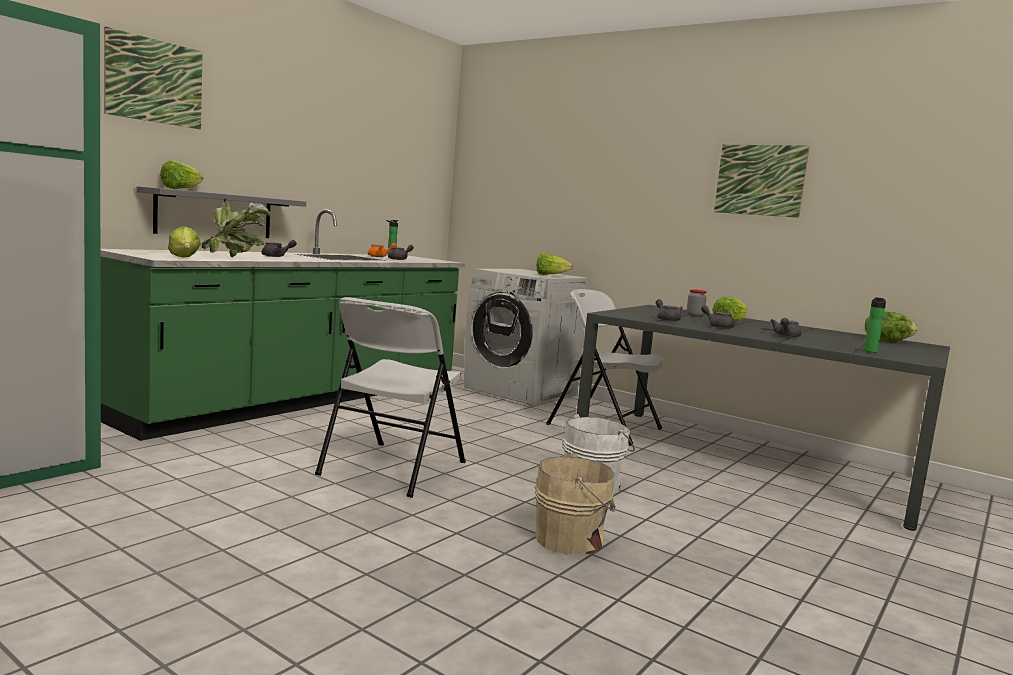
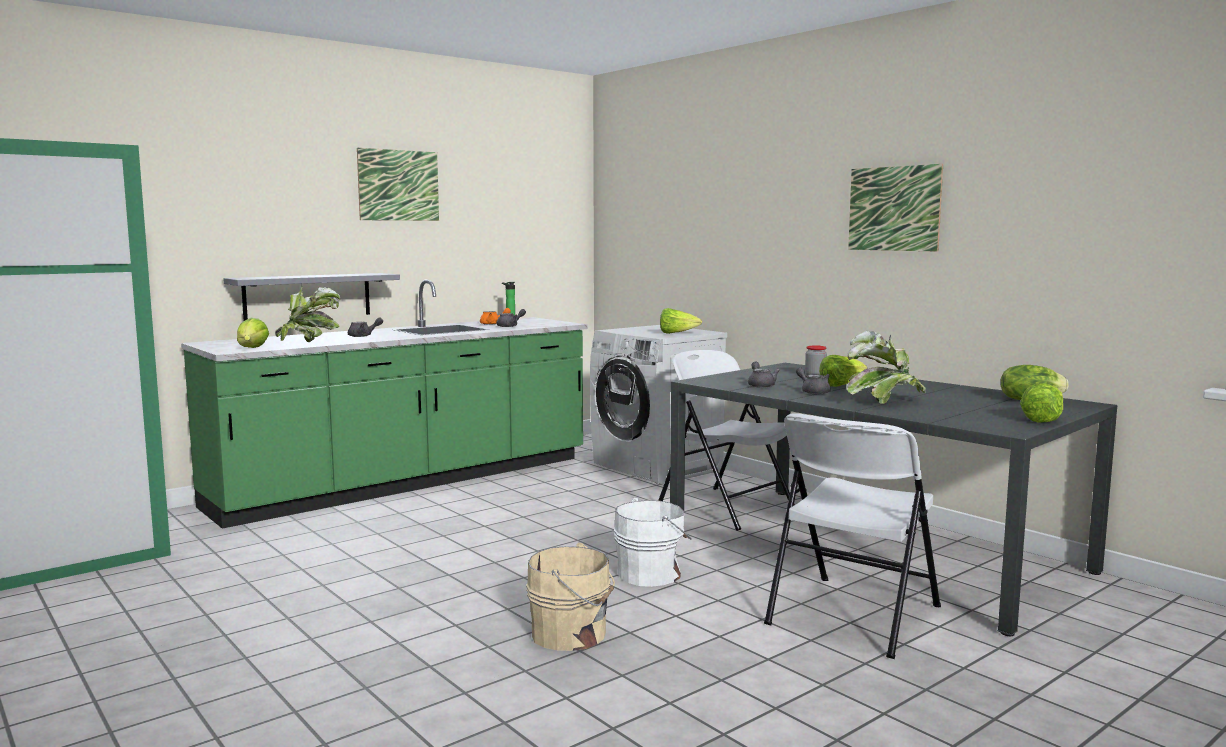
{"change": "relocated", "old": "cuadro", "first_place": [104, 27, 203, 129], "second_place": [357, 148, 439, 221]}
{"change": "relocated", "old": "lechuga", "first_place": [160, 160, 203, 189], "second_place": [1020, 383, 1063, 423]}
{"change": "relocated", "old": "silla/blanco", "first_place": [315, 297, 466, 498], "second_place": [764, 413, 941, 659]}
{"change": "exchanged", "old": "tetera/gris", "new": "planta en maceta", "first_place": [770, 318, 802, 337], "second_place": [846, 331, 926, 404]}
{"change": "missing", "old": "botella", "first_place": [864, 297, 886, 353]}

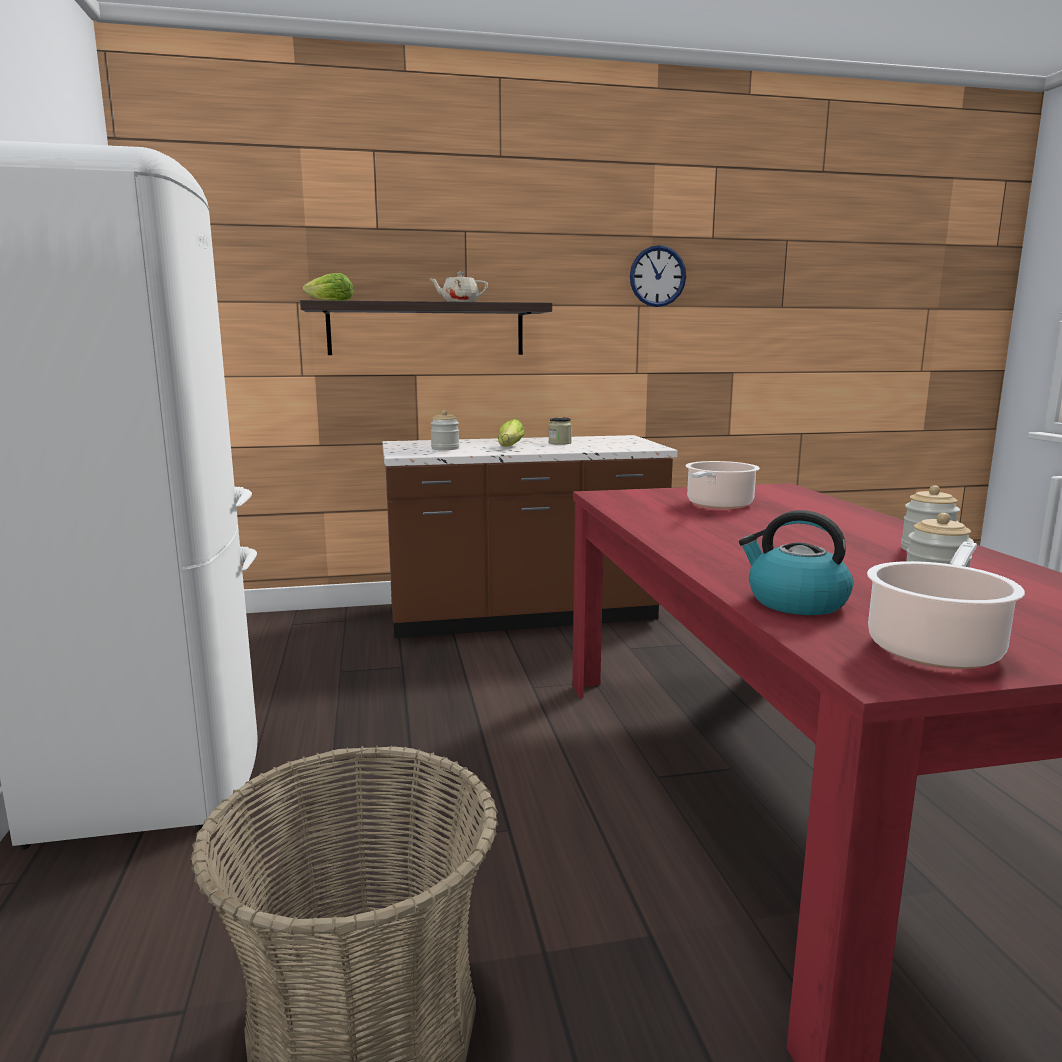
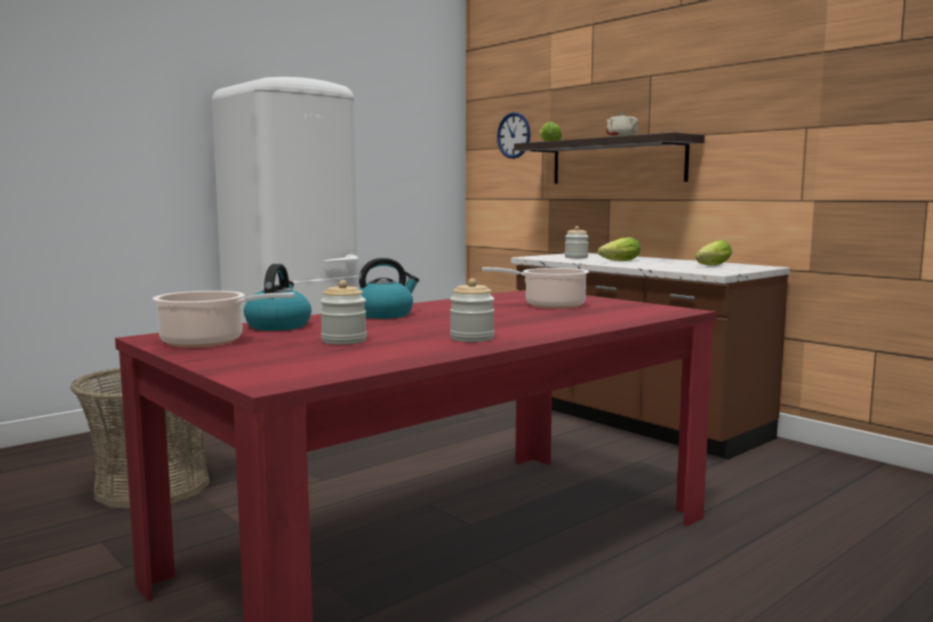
{"change": "missing", "old": "tarro", "first_place": [549, 417, 572, 445]}
{"change": "relocated", "old": "reloj de pared", "first_place": [630, 245, 686, 307], "second_place": [497, 112, 531, 159]}
{"change": "appeared", "new": "hervidor", "second_place": [359, 258, 419, 319]}
{"change": "appeared", "new": "lechuga", "second_place": [695, 240, 732, 266]}

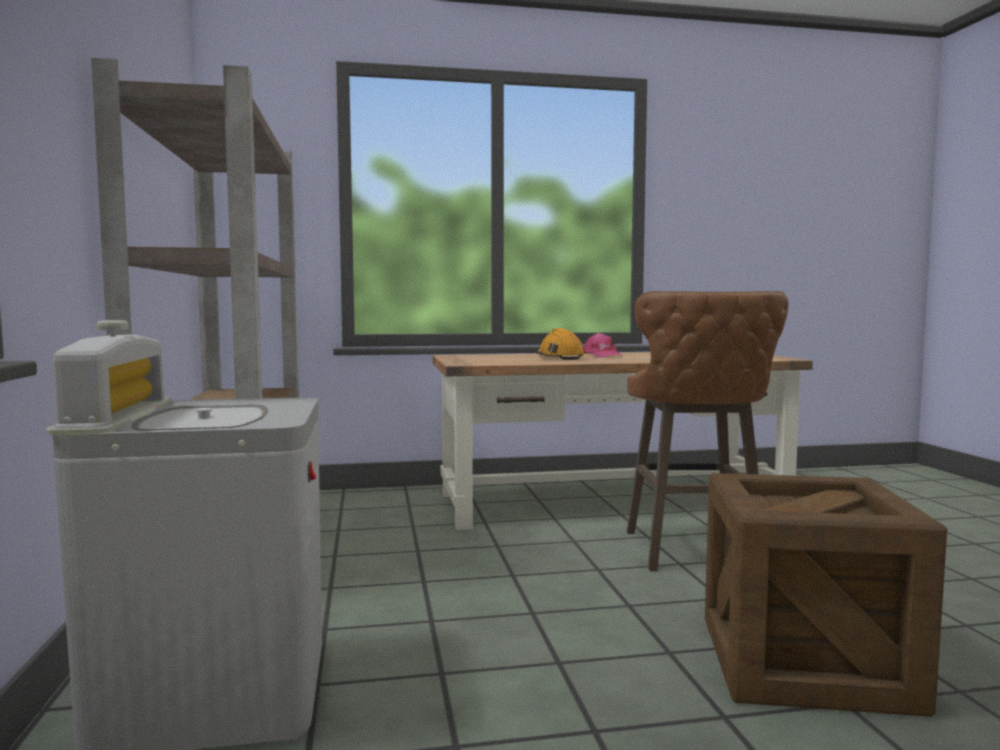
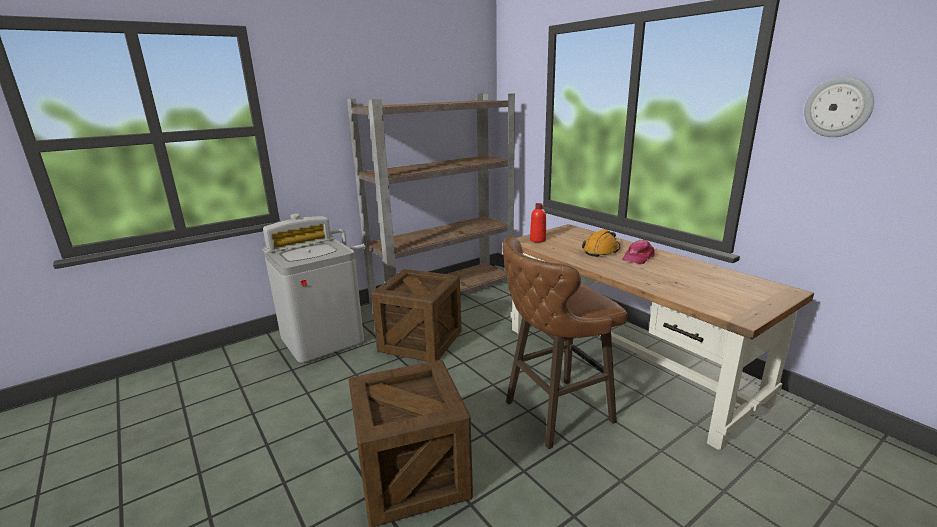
{"change": "appeared", "new": "caja de embalaje", "second_place": [371, 269, 462, 362]}
{"change": "appeared", "new": "botella/rojo", "second_place": [530, 203, 546, 243]}
{"change": "appeared", "new": "reloj de pared", "second_place": [804, 77, 874, 137]}

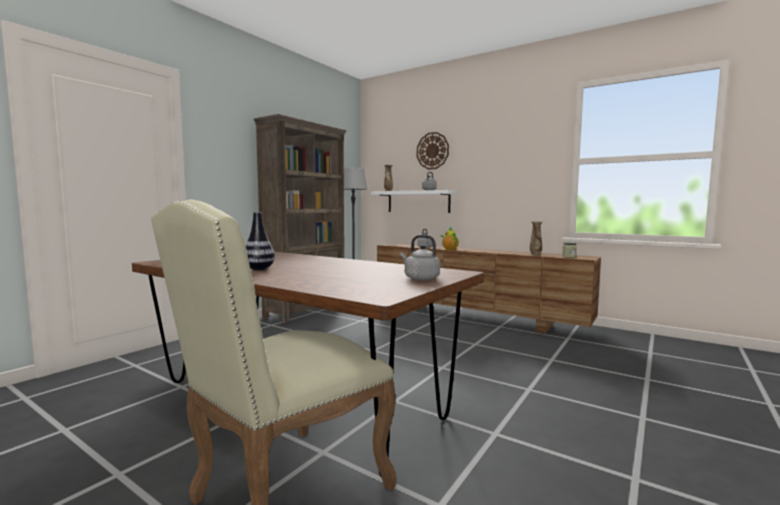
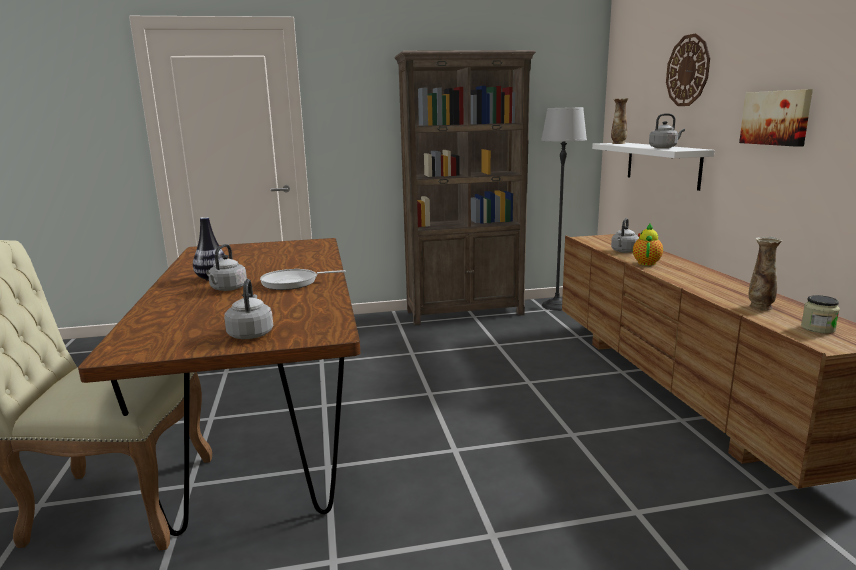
{"change": "appeared", "new": "hervidor/gris", "second_place": [206, 244, 247, 291]}
{"change": "appeared", "new": "sartén", "second_place": [260, 269, 346, 290]}
{"change": "appeared", "new": "cuadro", "second_place": [739, 89, 813, 147]}

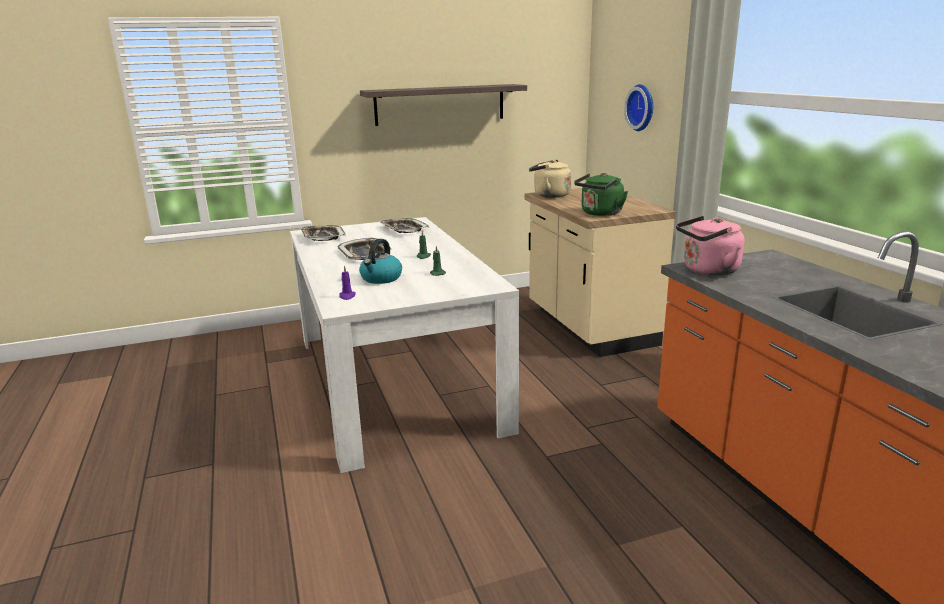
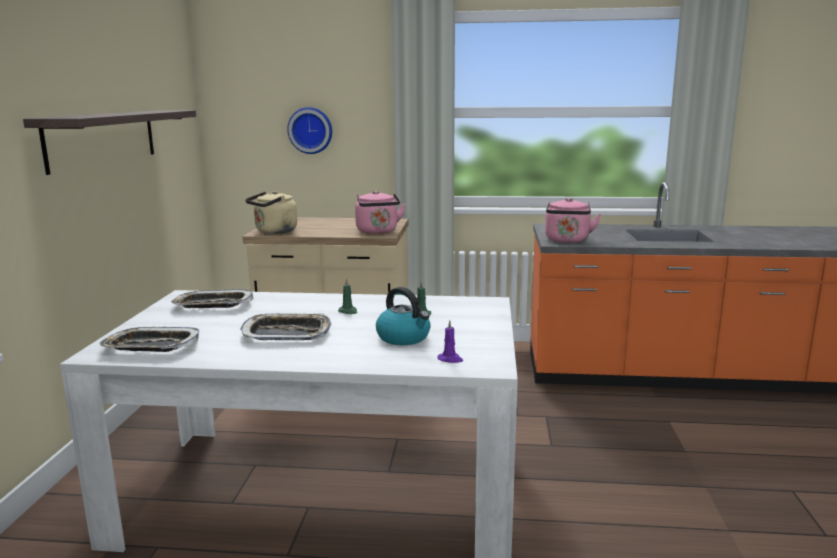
{"change": "colour", "old": "hervidor/verde", "new": "hervidor/rosa", "first_place": [574, 173, 628, 216], "second_place": [355, 191, 406, 234]}

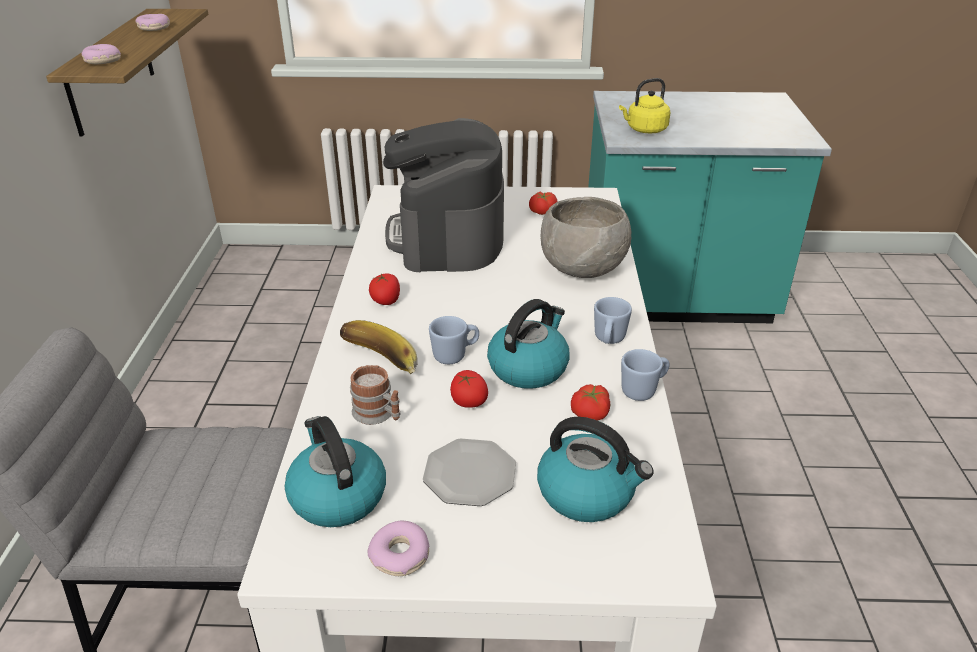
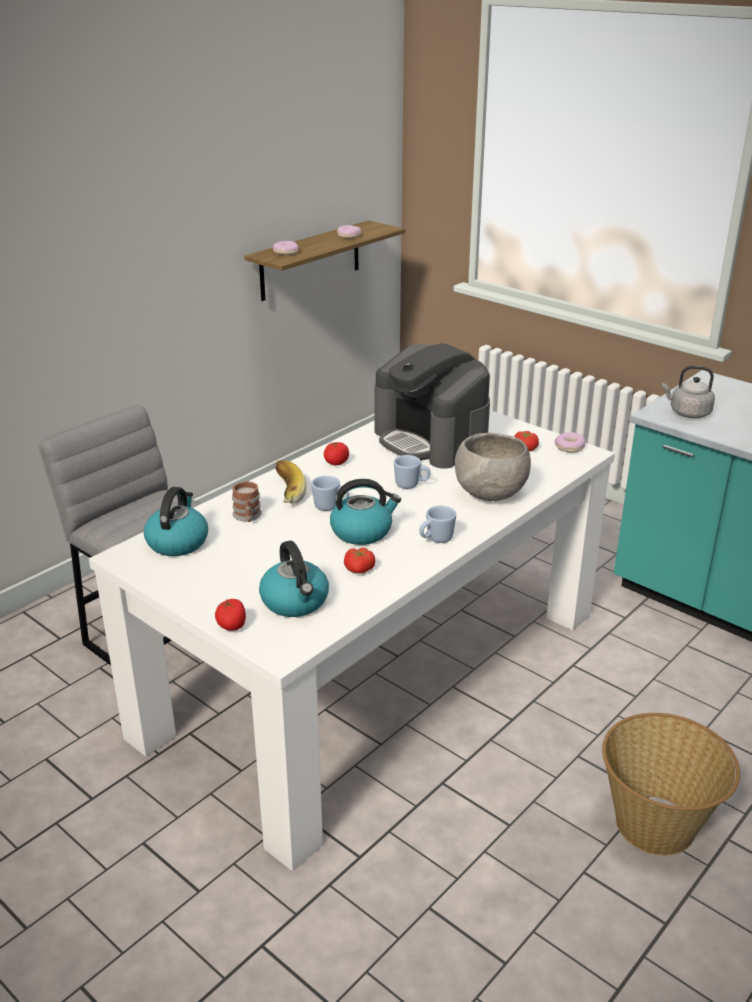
{"change": "relocated", "old": "rosquilla", "first_place": [368, 521, 430, 576], "second_place": [555, 432, 585, 453]}
{"change": "spun", "old": "cafetera", "first_place": [383, 118, 504, 272], "second_place": [374, 343, 490, 469], "degrees": -75}
{"change": "missing", "old": "plato", "first_place": [423, 438, 516, 506]}
{"change": "relocated", "old": "tomate", "first_place": [450, 370, 488, 408], "second_place": [215, 599, 246, 631]}
{"change": "colour", "old": "hervidor/amarillo", "new": "hervidor/gris", "first_place": [619, 78, 671, 133], "second_place": [662, 366, 715, 418]}
{"change": "relocated", "old": "taza grande/azul", "first_place": [621, 349, 670, 401], "second_place": [394, 455, 430, 489]}
{"change": "appeared", "new": "cesta", "second_place": [602, 713, 740, 856]}

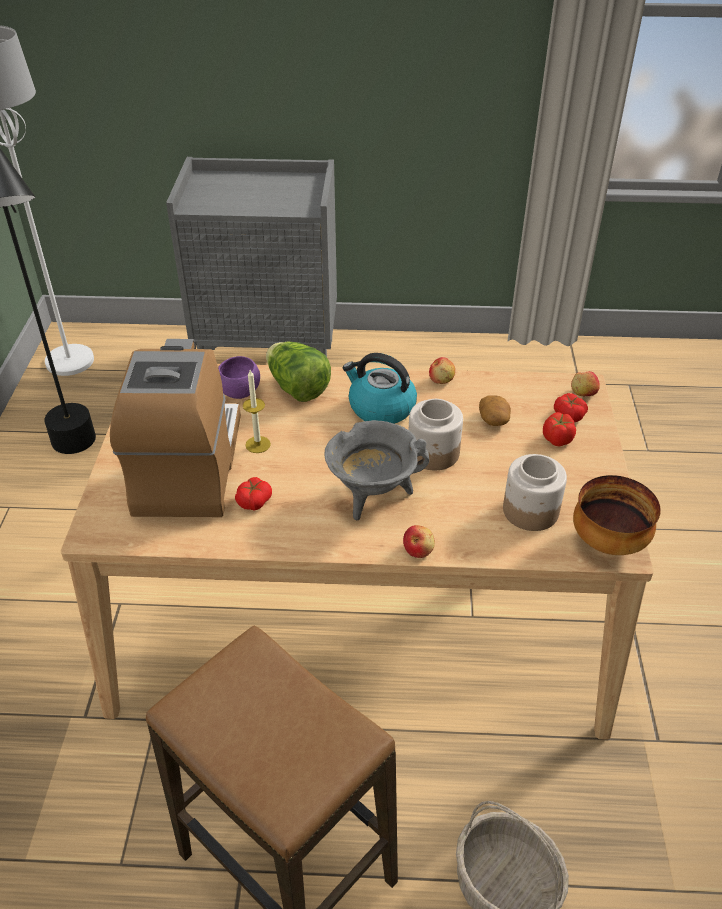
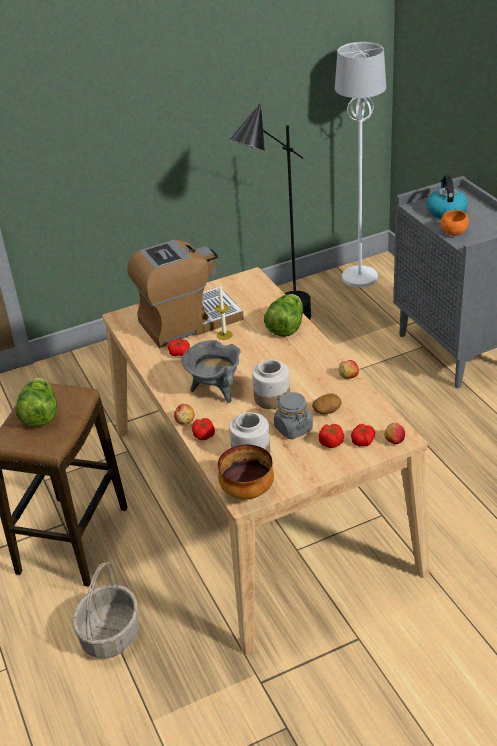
{"change": "missing", "old": "cuenco/morado", "first_place": [218, 356, 260, 399]}
{"change": "relocated", "old": "hervidor", "first_place": [343, 353, 417, 424], "second_place": [427, 175, 468, 219]}
{"change": "appeared", "new": "lechuga", "second_place": [16, 378, 57, 427]}
{"change": "appeared", "new": "tomate", "second_place": [192, 418, 215, 440]}
{"change": "appeared", "new": "tarro/gris", "second_place": [274, 392, 313, 439]}
{"change": "appeared", "new": "cuenco/naranja", "second_place": [440, 210, 469, 236]}

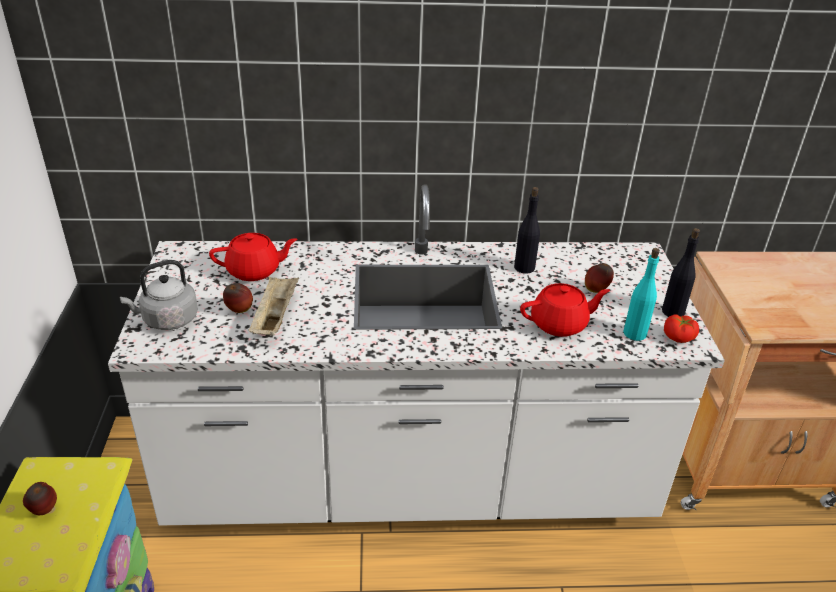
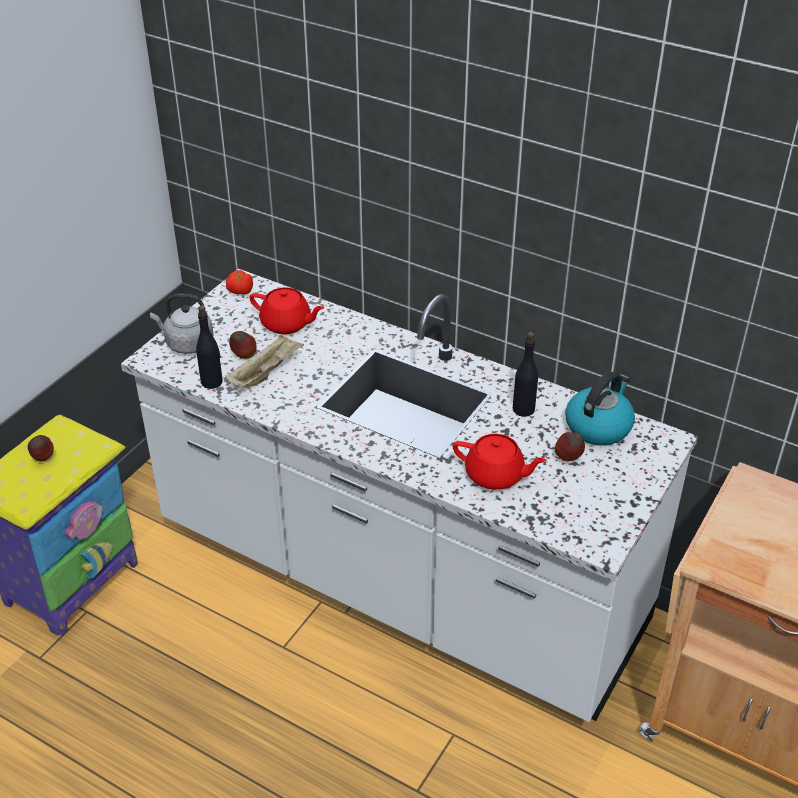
{"change": "missing", "old": "botella/turquesa", "first_place": [623, 248, 660, 341]}
{"change": "relocated", "old": "botella/negro", "first_place": [662, 228, 700, 317], "second_place": [196, 305, 223, 389]}
{"change": "relocated", "old": "tomate", "first_place": [664, 314, 699, 343], "second_place": [226, 270, 253, 295]}
{"change": "appeared", "new": "hervidor", "second_place": [565, 372, 635, 446]}

